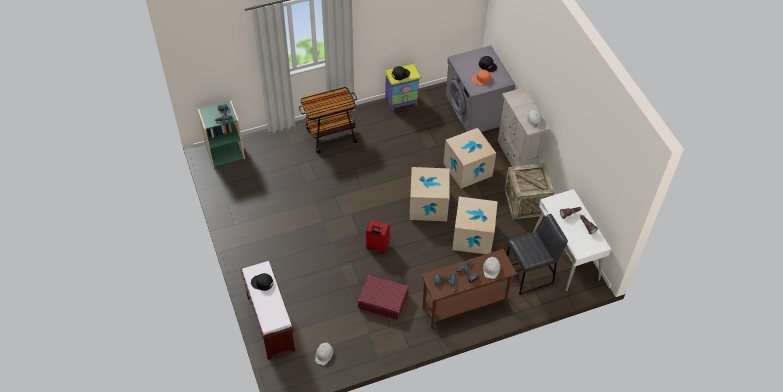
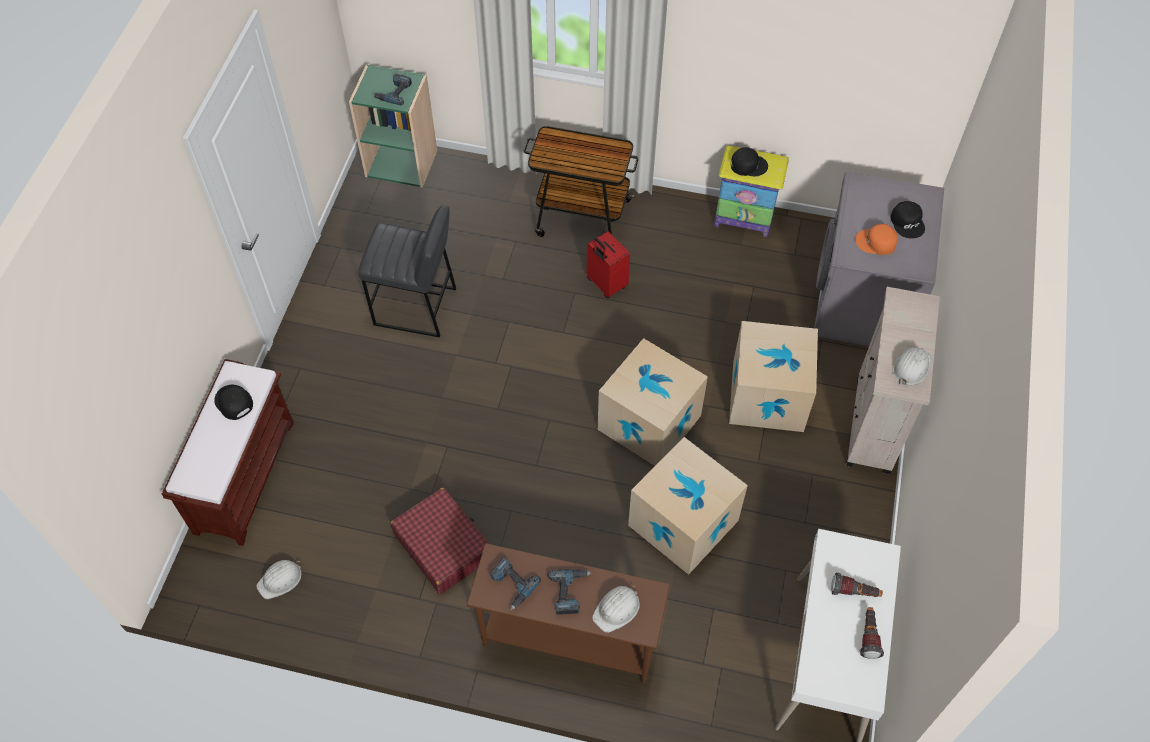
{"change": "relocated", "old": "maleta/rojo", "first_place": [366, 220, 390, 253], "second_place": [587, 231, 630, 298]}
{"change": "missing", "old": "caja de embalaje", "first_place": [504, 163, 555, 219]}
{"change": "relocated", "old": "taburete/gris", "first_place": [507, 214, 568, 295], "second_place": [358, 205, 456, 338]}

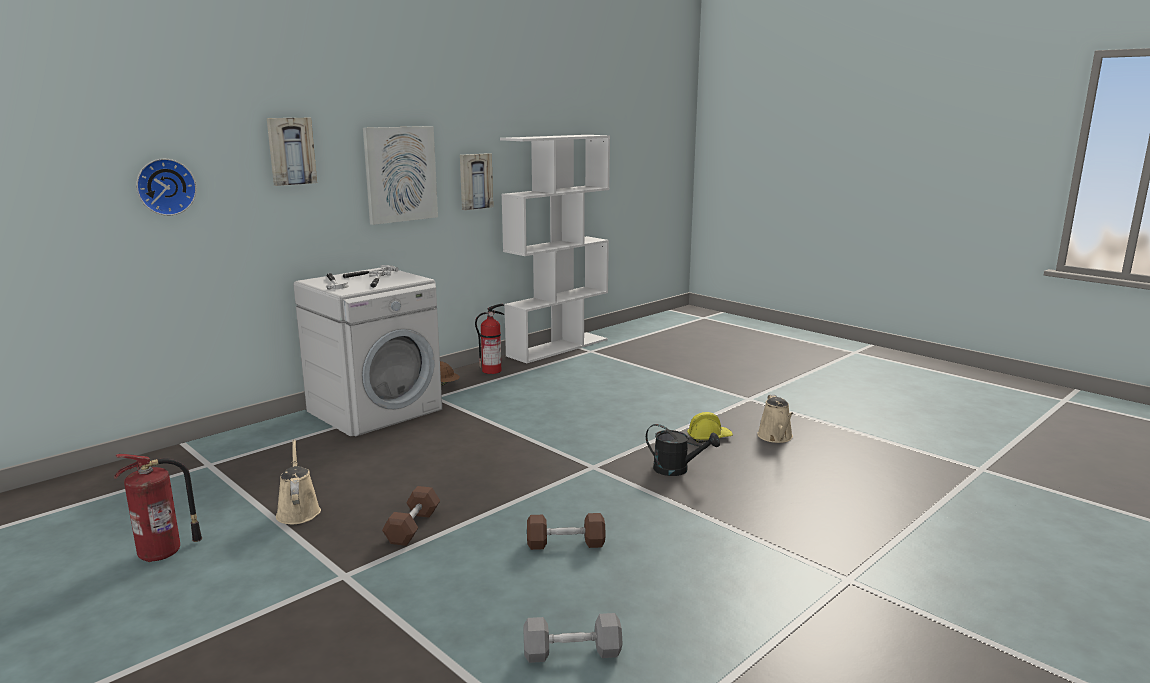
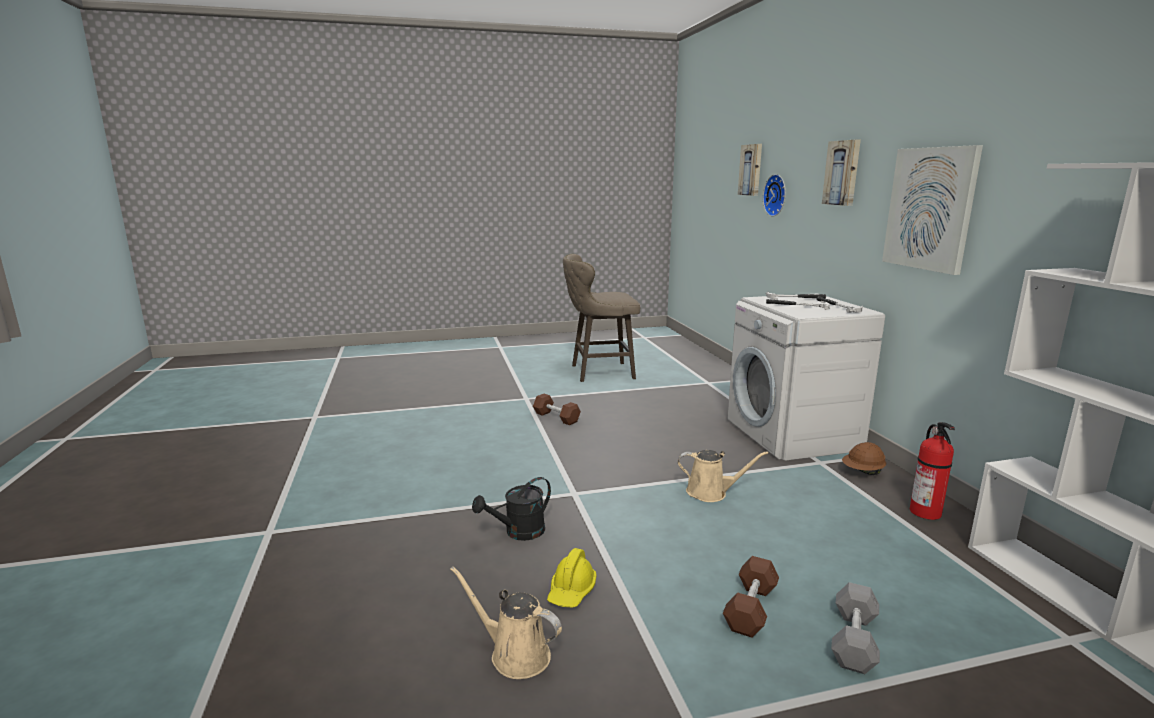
{"change": "exchanged", "old": "extintor", "new": "taburete/beis", "first_place": [114, 454, 202, 562], "second_place": [563, 254, 640, 382]}
{"change": "relocated", "old": "regadera/beis", "first_place": [276, 439, 321, 524], "second_place": [678, 450, 768, 502]}
{"change": "relocated", "old": "cuadro", "first_place": [460, 153, 493, 210], "second_place": [738, 144, 762, 196]}
{"change": "relocated", "old": "mancuerna/gris", "first_place": [524, 613, 623, 663], "second_place": [831, 582, 880, 674]}
{"change": "relocated", "old": "mancuerna/marrón", "first_place": [527, 513, 606, 550], "second_place": [723, 556, 779, 638]}

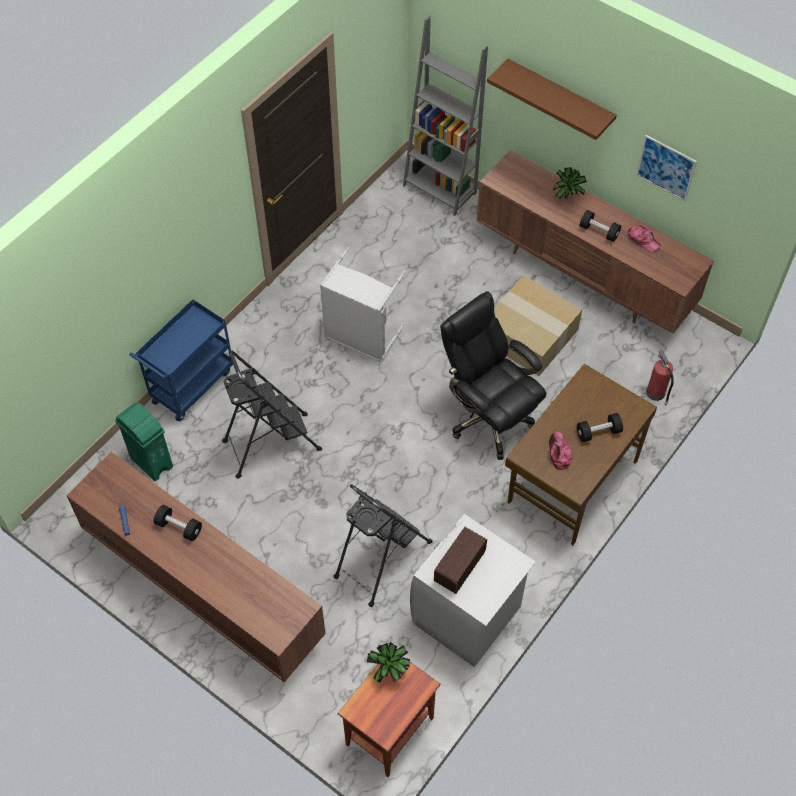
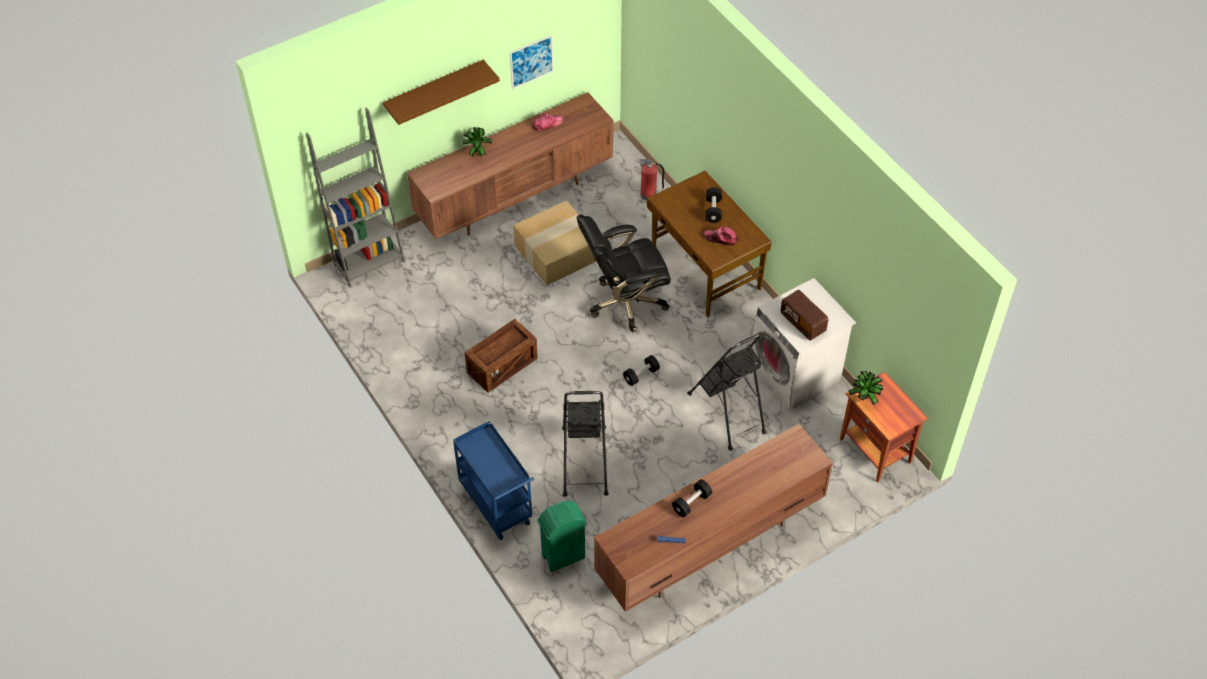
{"change": "exchanged", "old": "cesto de la ropa/gris", "new": "caja de embalaje", "first_place": [320, 247, 406, 362], "second_place": [465, 319, 538, 393]}
{"change": "relocated", "old": "mancuerna/negro", "first_place": [579, 210, 621, 242], "second_place": [623, 355, 660, 386]}

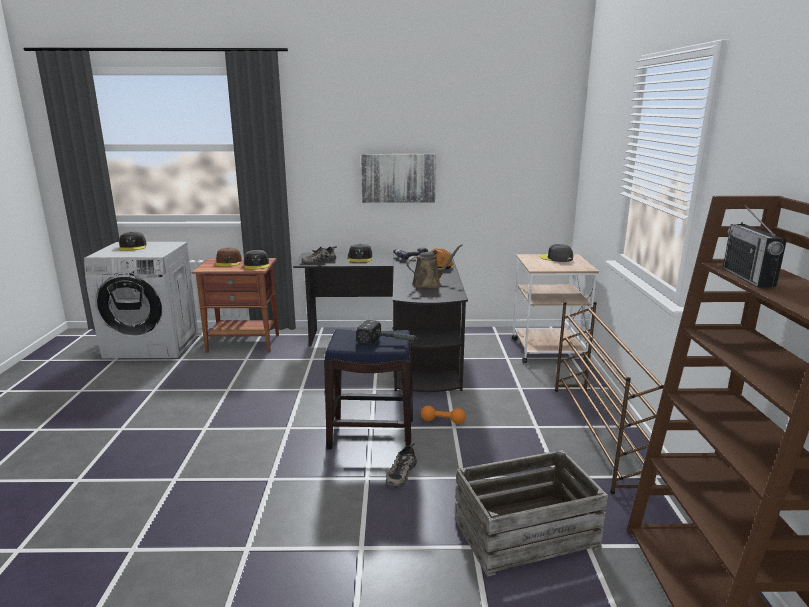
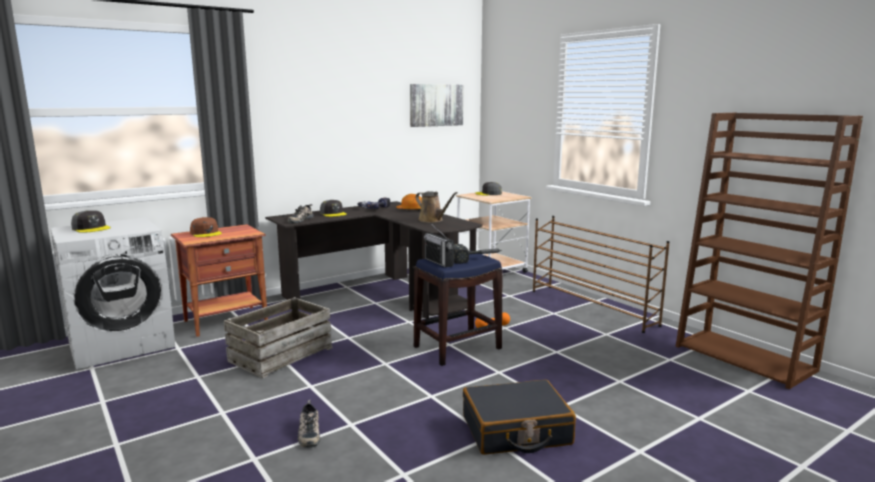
{"change": "missing", "old": "gorra/gris", "first_place": [244, 250, 269, 269]}
{"change": "relocated", "old": "cuadro", "first_place": [361, 154, 436, 203], "second_place": [410, 84, 464, 127]}
{"change": "relocated", "old": "zapato", "first_place": [386, 442, 417, 488], "second_place": [298, 400, 320, 448]}
{"change": "spun", "old": "regadera/marrón", "first_place": [406, 244, 463, 288], "second_place": [416, 191, 458, 223], "degrees": 105}
{"change": "relocated", "old": "caja de embalaje", "first_place": [455, 450, 608, 577], "second_place": [224, 297, 332, 379]}
{"change": "relocated", "old": "radio", "first_place": [723, 205, 787, 288], "second_place": [424, 223, 454, 268]}
{"change": "appeared", "new": "maleta/negro", "second_place": [463, 380, 576, 455]}

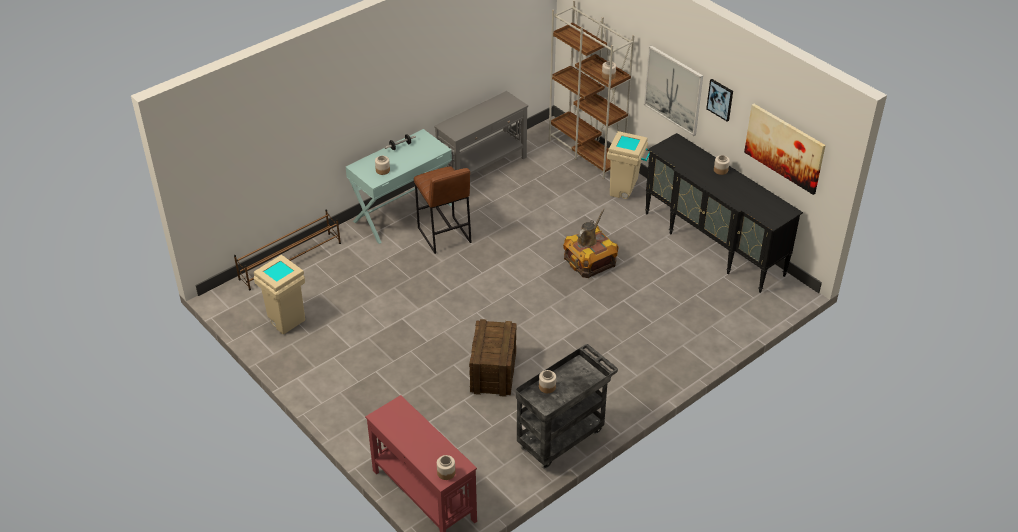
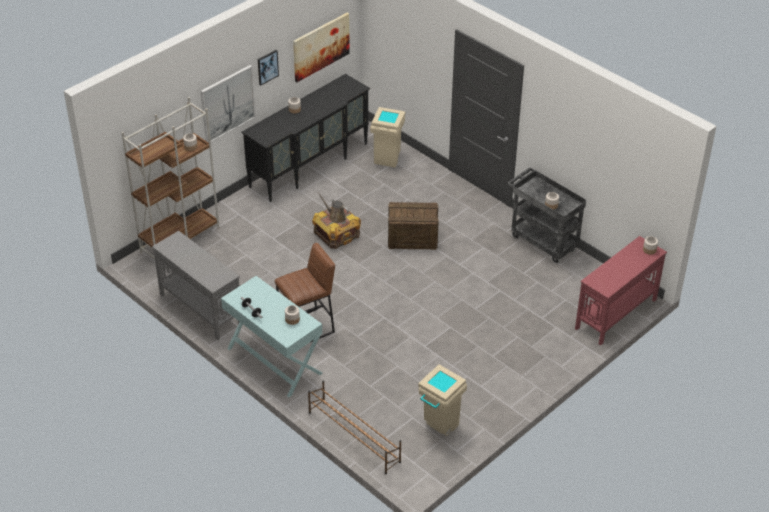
{"change": "relocated", "old": "caja de embalaje", "first_place": [469, 319, 517, 397], "second_place": [388, 202, 439, 250]}
{"change": "relocated", "old": "papelera/beis", "first_place": [607, 131, 650, 199], "second_place": [370, 107, 405, 167]}

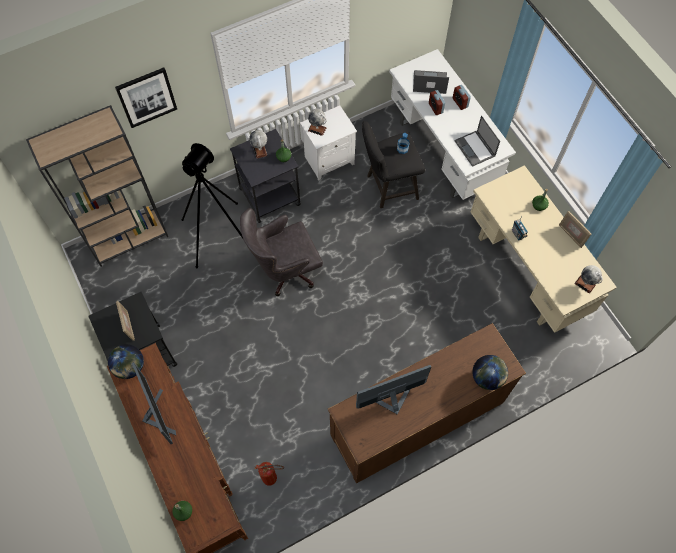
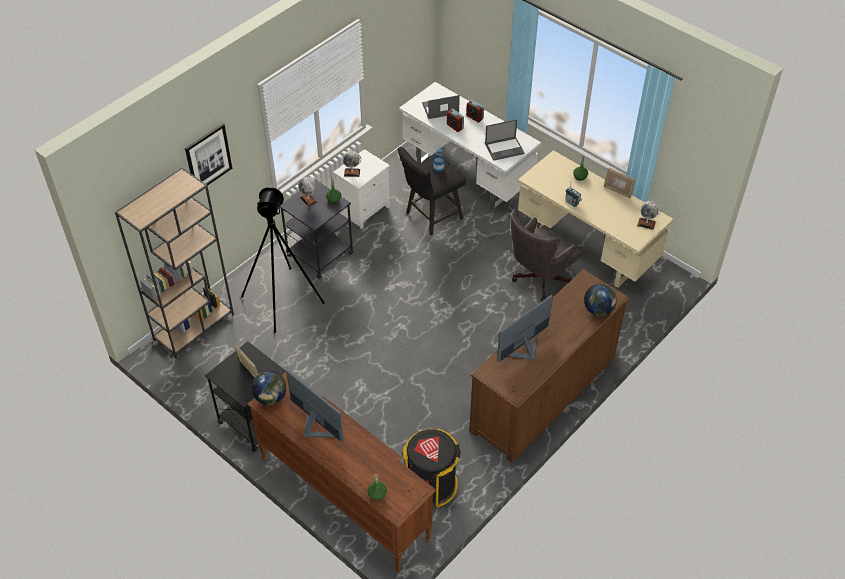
{"change": "relocated", "old": "silla de oficina/gris", "first_place": [240, 208, 323, 296], "second_place": [510, 209, 582, 302]}
{"change": "exchanged", "old": "extintor", "new": "papelera/negro", "first_place": [255, 462, 284, 486], "second_place": [402, 429, 461, 507]}
{"change": "spun", "old": "portátil", "first_place": [455, 116, 500, 167], "second_place": [485, 119, 524, 161], "degrees": -60}

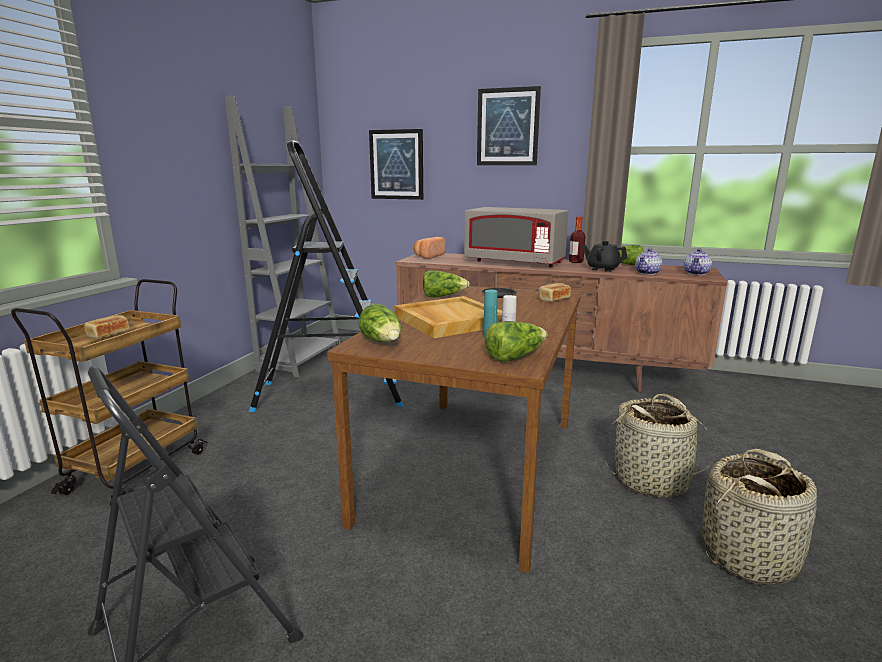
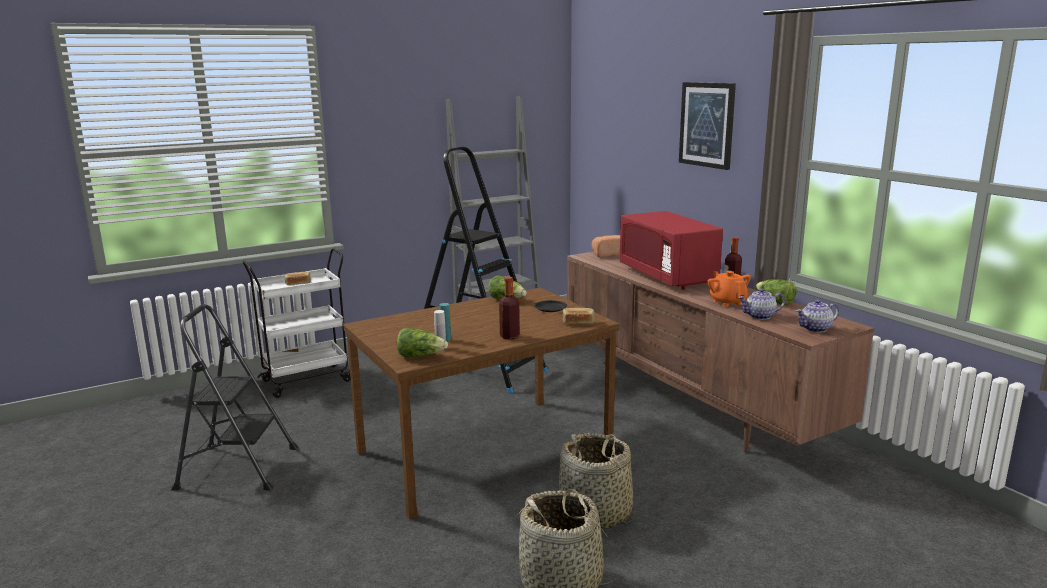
{"change": "colour", "old": "carrito/marrón", "new": "carrito/blanco", "first_place": [11, 279, 208, 507], "second_place": [243, 248, 351, 398]}
{"change": "missing", "old": "lechuga", "first_place": [359, 303, 402, 342]}
{"change": "missing", "old": "cuadro", "first_place": [369, 129, 423, 200]}
{"change": "missing", "old": "bandeja/beis", "first_place": [394, 296, 502, 338]}
{"change": "colour", "old": "microondas/gris", "new": "microondas/rojo", "first_place": [464, 207, 569, 268], "second_place": [620, 211, 723, 290]}
{"change": "colour", "old": "tetera/negro", "new": "tetera/naranja", "first_place": [582, 241, 627, 272], "second_place": [708, 271, 751, 307]}
{"change": "appeared", "new": "botella", "second_place": [499, 277, 520, 339]}

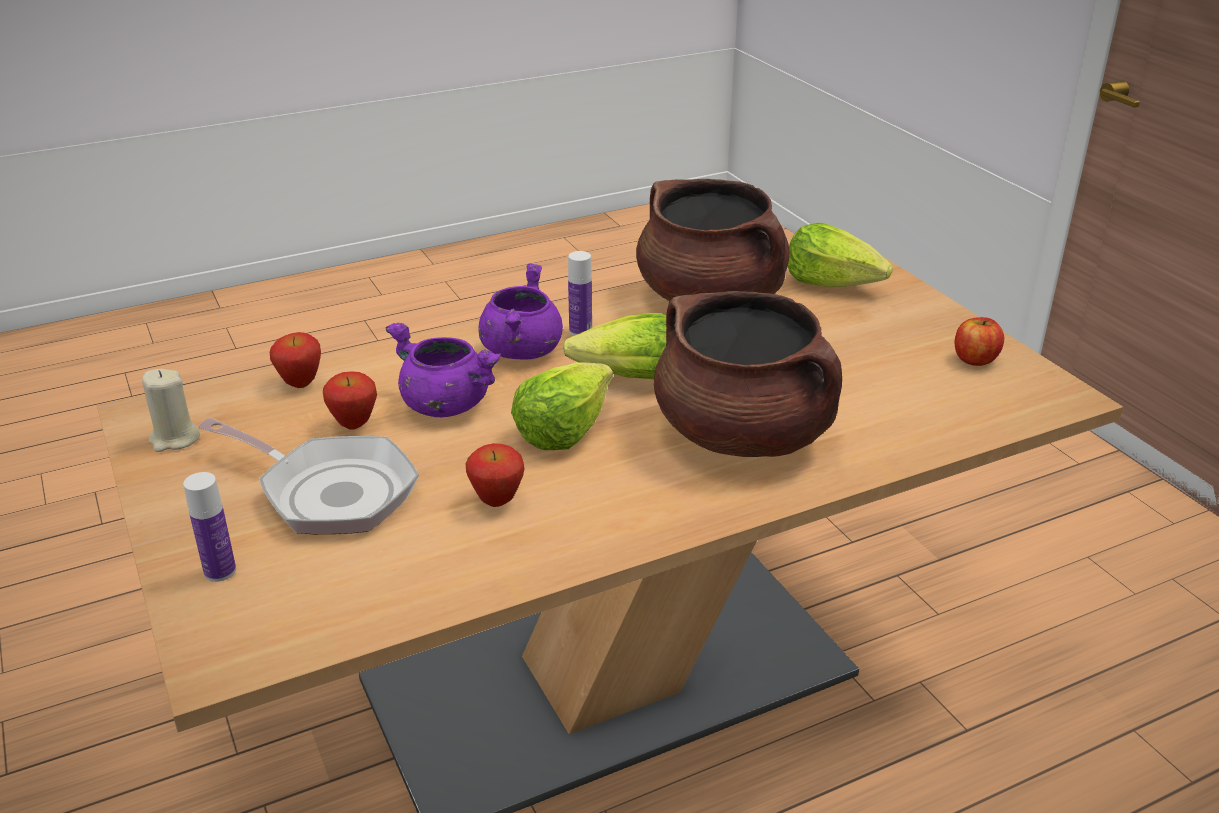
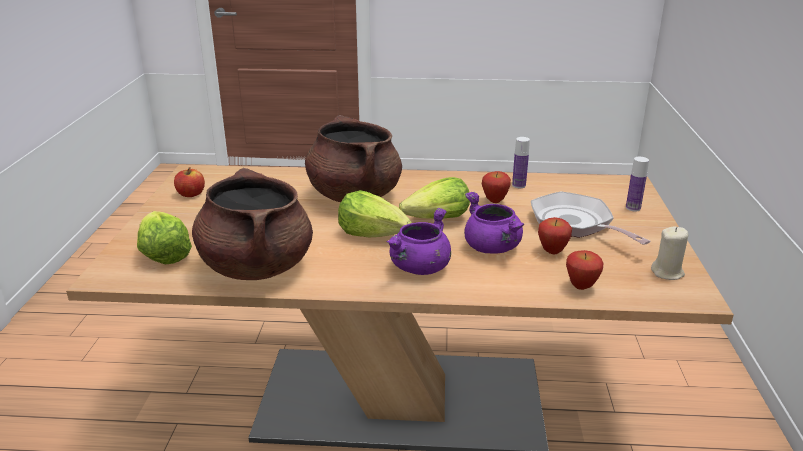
{"change": "relocated", "old": "botella", "first_place": [568, 251, 592, 336], "second_place": [512, 137, 530, 188]}

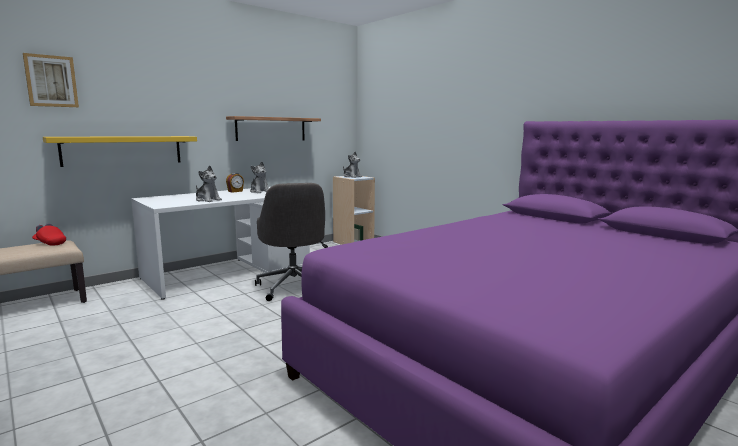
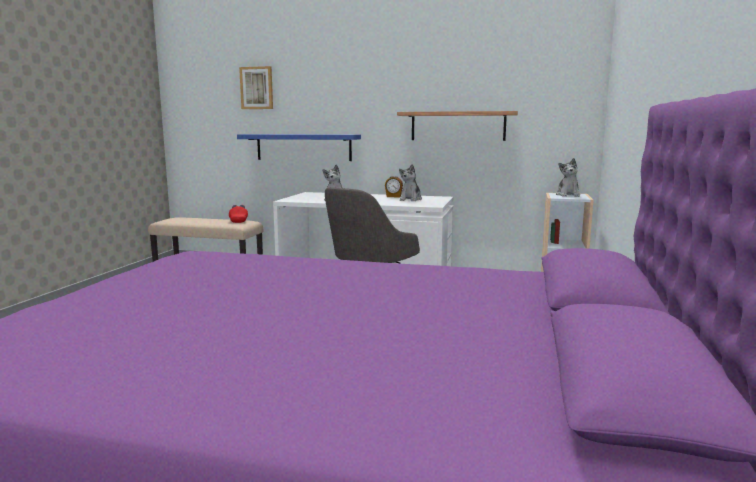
{"change": "colour", "old": "estante/amarillo", "new": "estante/azul", "first_place": [43, 136, 197, 167], "second_place": [237, 134, 361, 161]}

